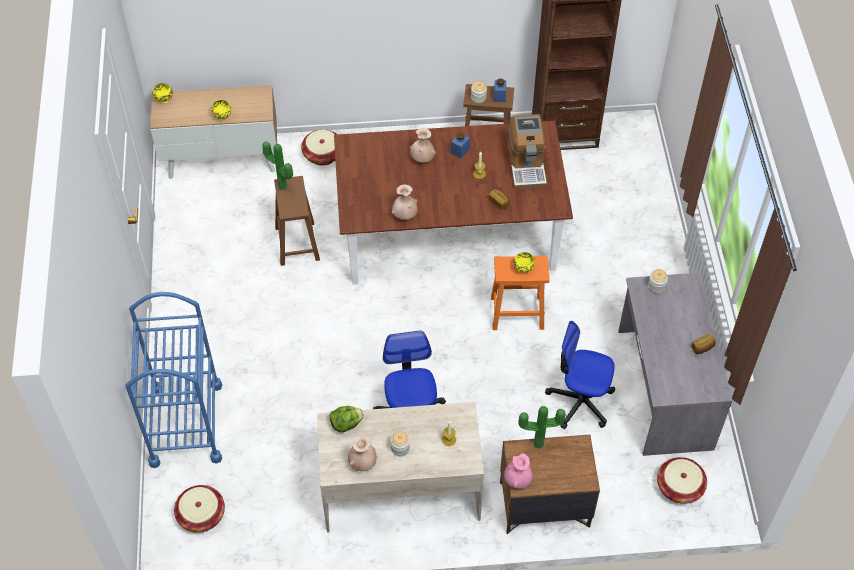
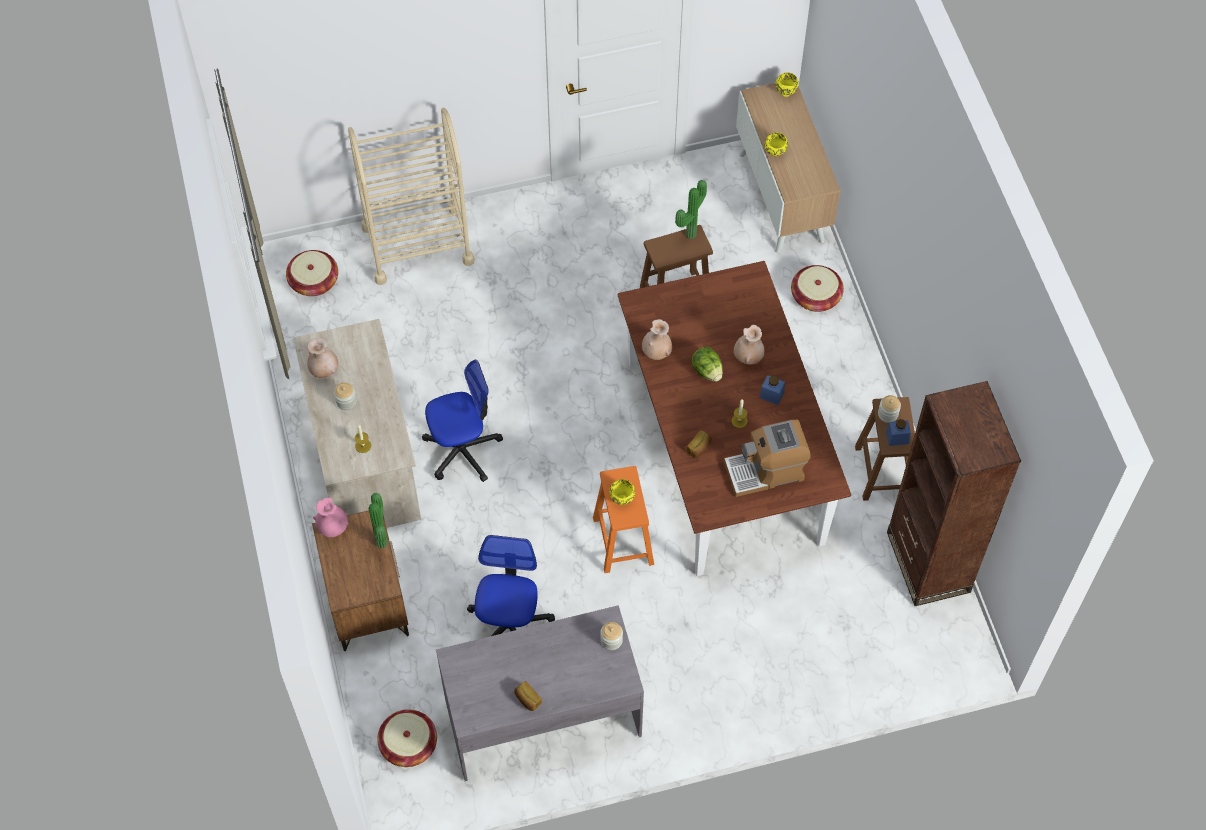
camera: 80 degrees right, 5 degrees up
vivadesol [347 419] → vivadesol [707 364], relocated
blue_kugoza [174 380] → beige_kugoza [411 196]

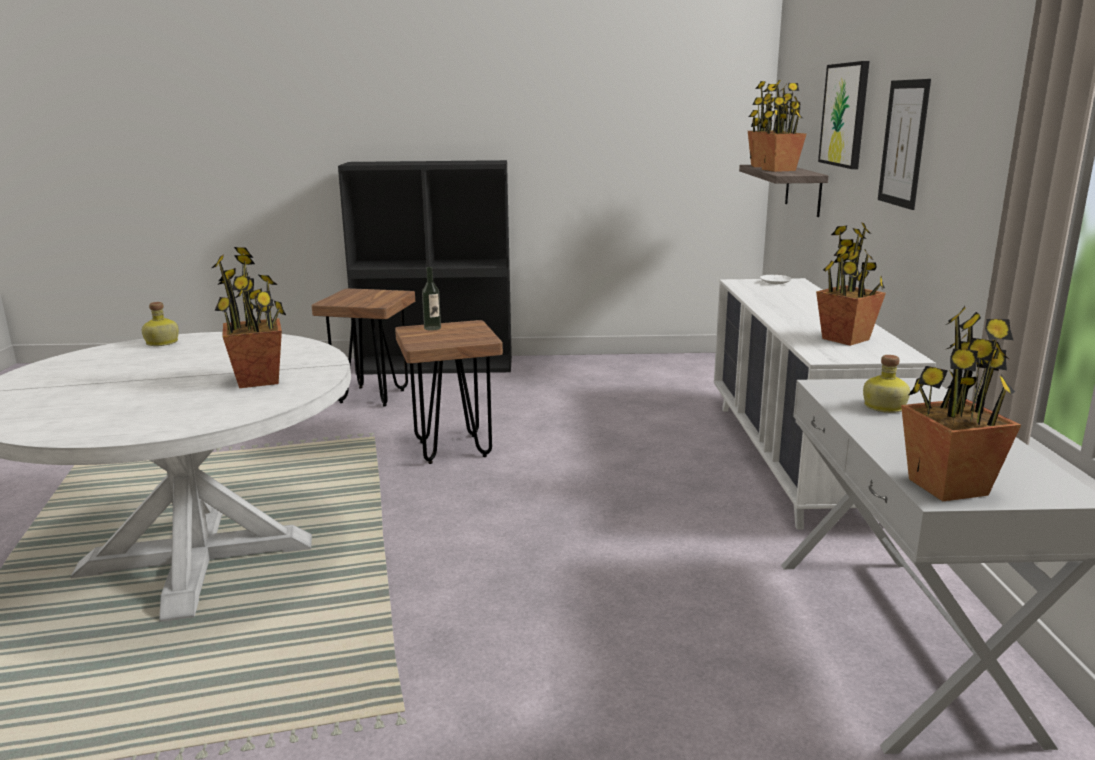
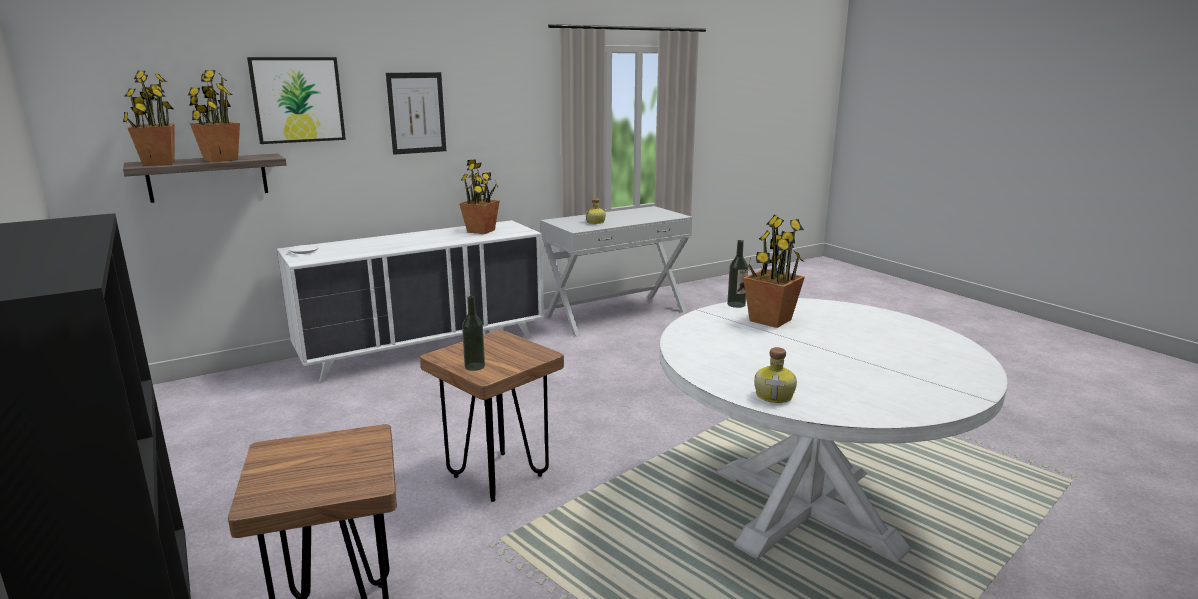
camera: 120 degrees left, 0 degrees up
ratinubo [961 403] → -
- → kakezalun [737 274]

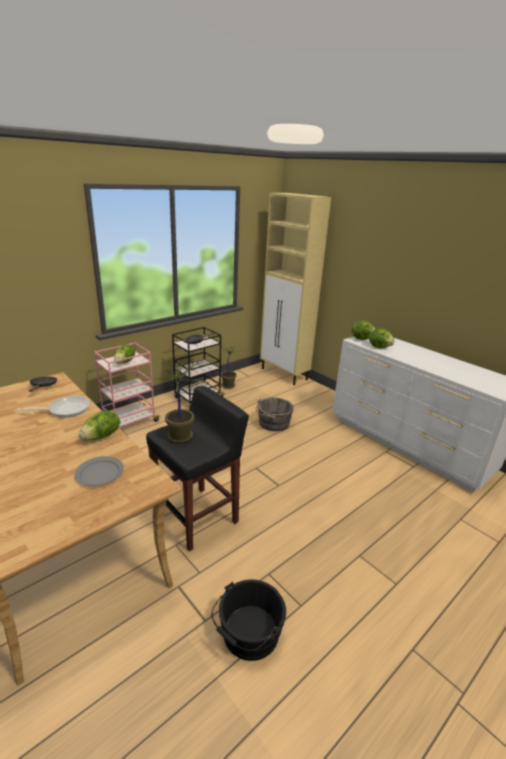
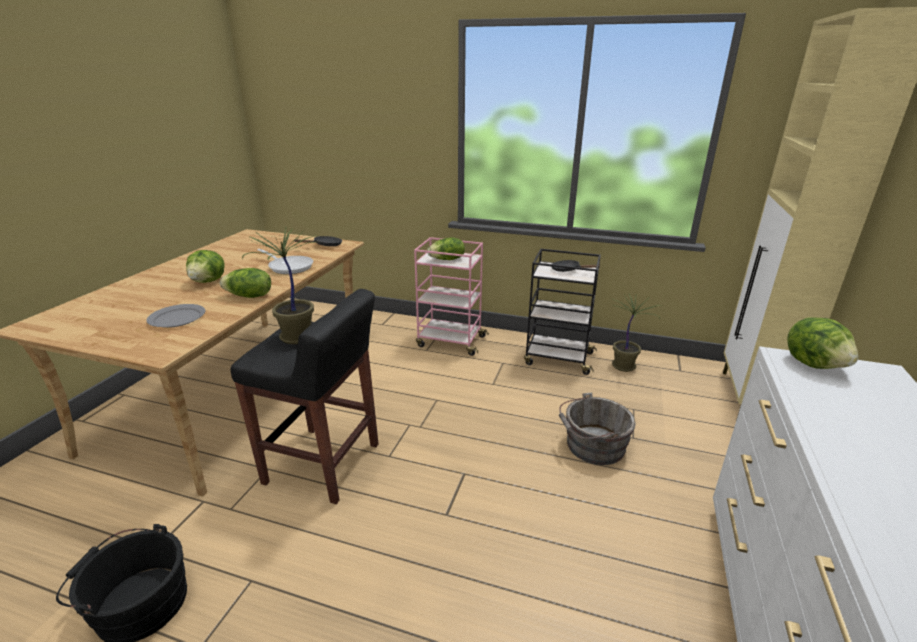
camera: 60 degrees right, 0 degrees up
vivadesol [382 338] → vivadesol [205 266], relocated

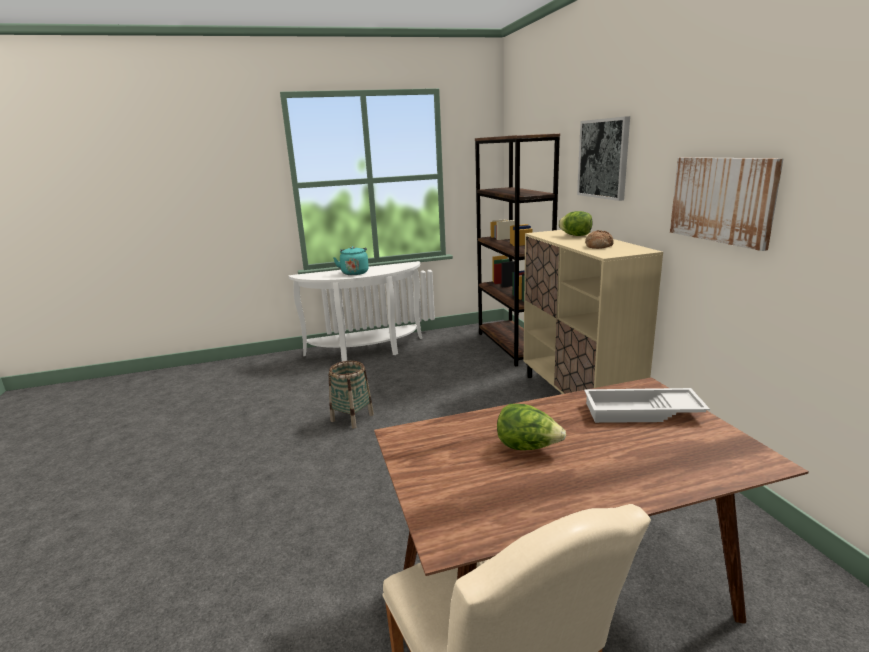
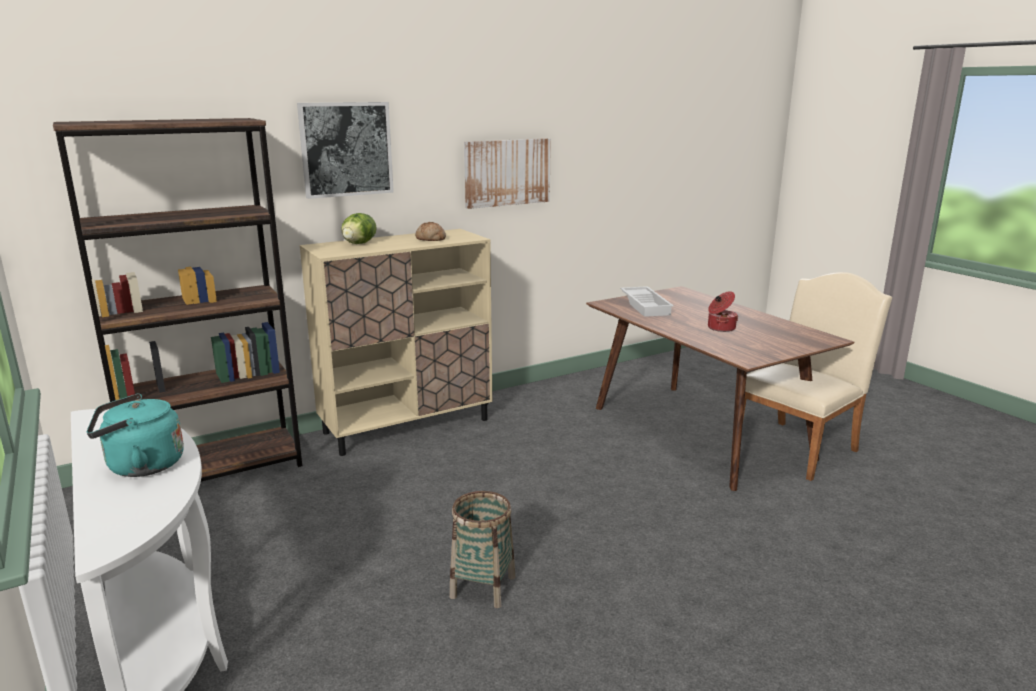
camera: 105 degrees left, 0 degrees up
vivadesol [531 427] → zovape [723 311]

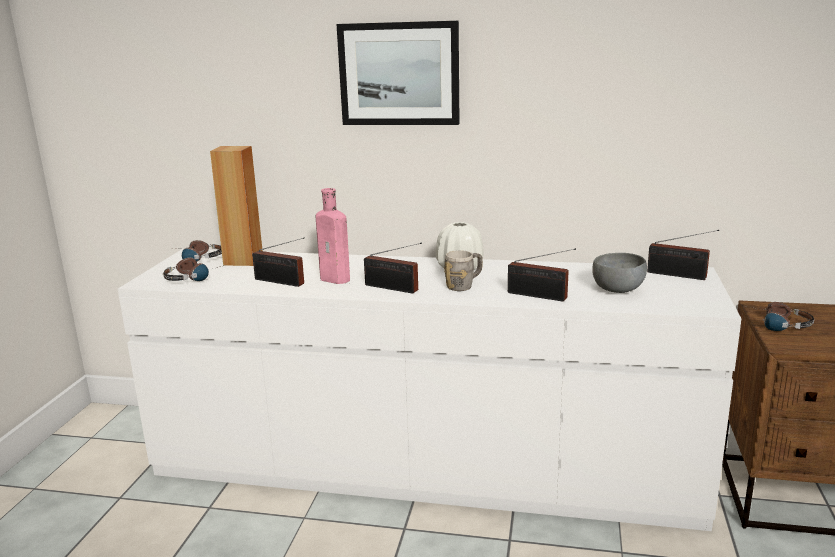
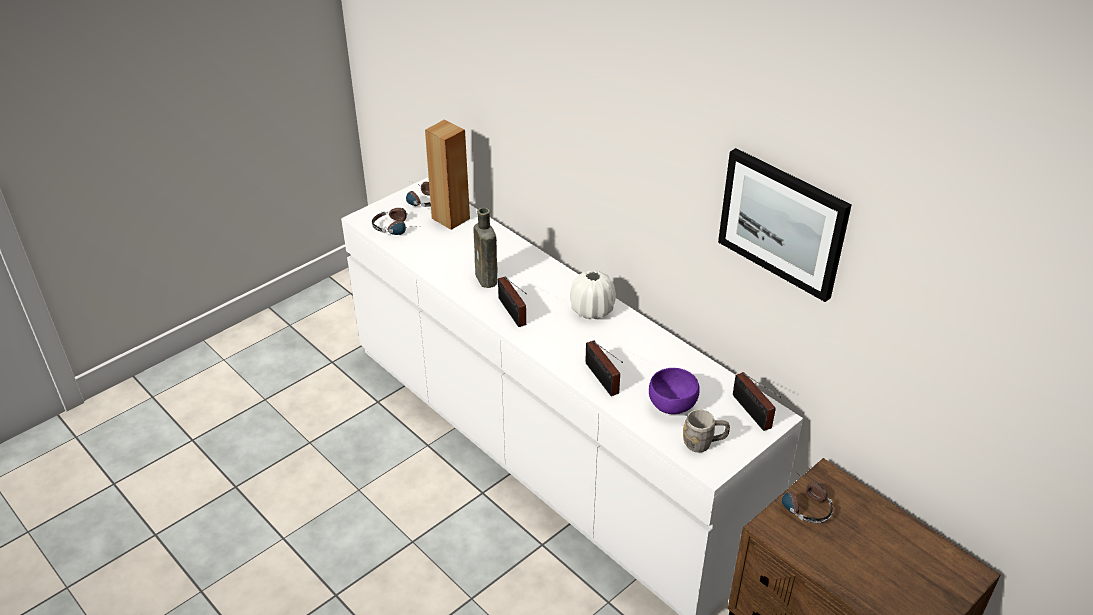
camera: 35 degrees right, 20 degrees up
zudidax [278 262] → -
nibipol [398 73] → nibipol [785 225], relocated
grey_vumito [463 270] → grey_vumito [706 431], relocated
pink_kakezalun [332 236] → brown_kakezalun [485 247]
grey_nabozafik [619 273] → purple_nabozafik [674 391]

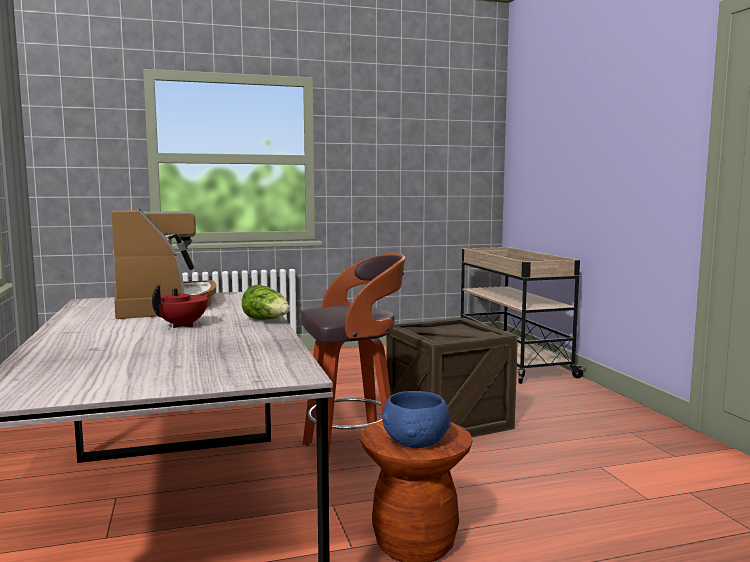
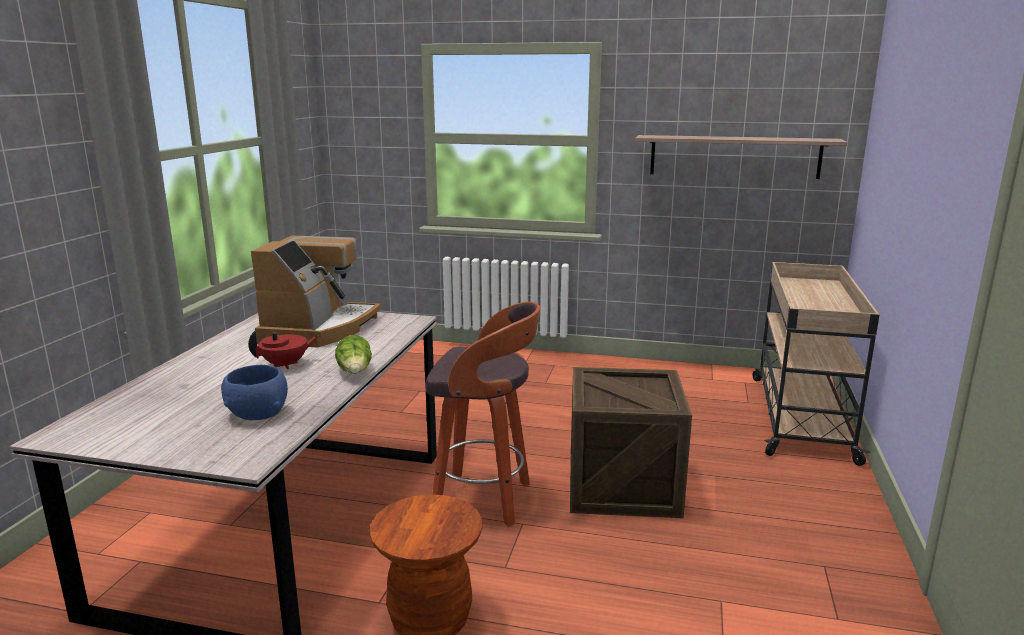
camera: 30 degrees right, 10 degrees up
- → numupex [741 157]
blue_nabozafik [416 419] → blue_nabozafik [254 392], relocated

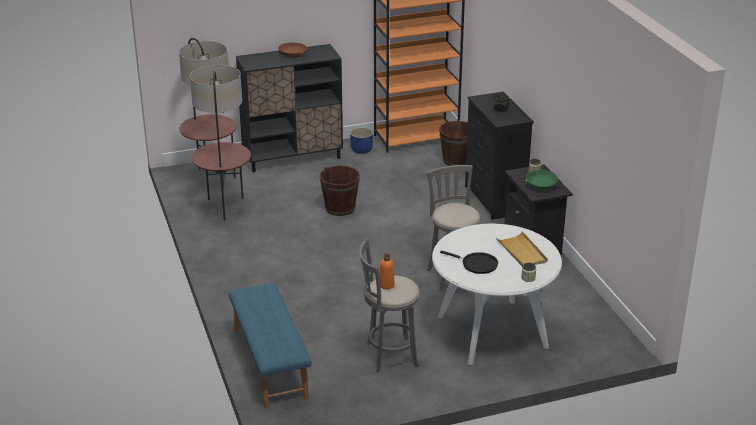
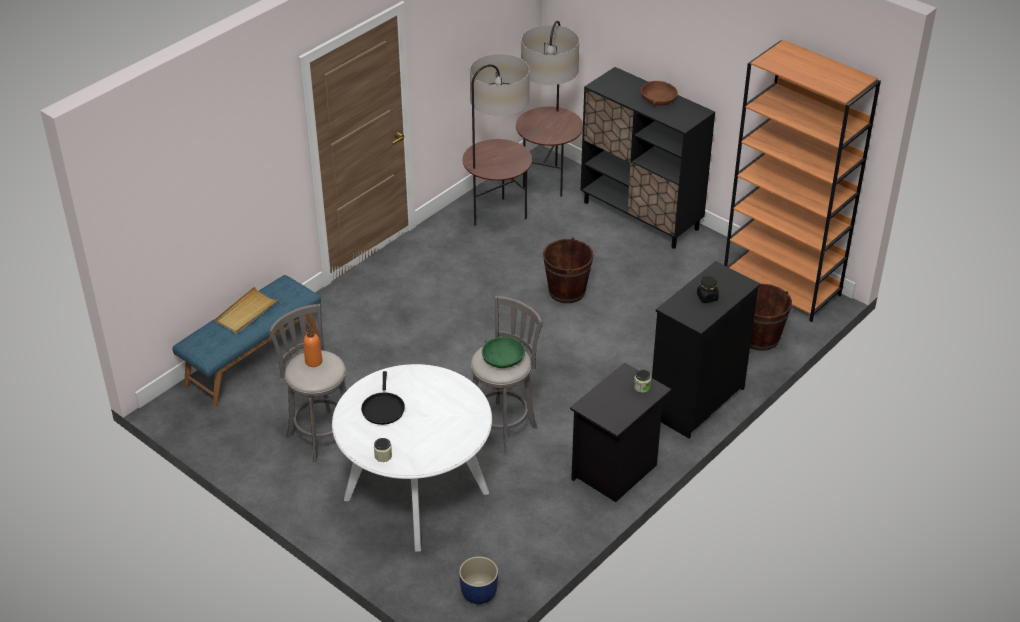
camera: 60 degrees right, 10 degrees up
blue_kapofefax [361 140] → blue_kapofefax [478 580], relocated
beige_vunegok [522 249] → beige_vunegok [246 310], relocated
green_nabozafik [541 180] → green_nabozafik [503 352], relocated

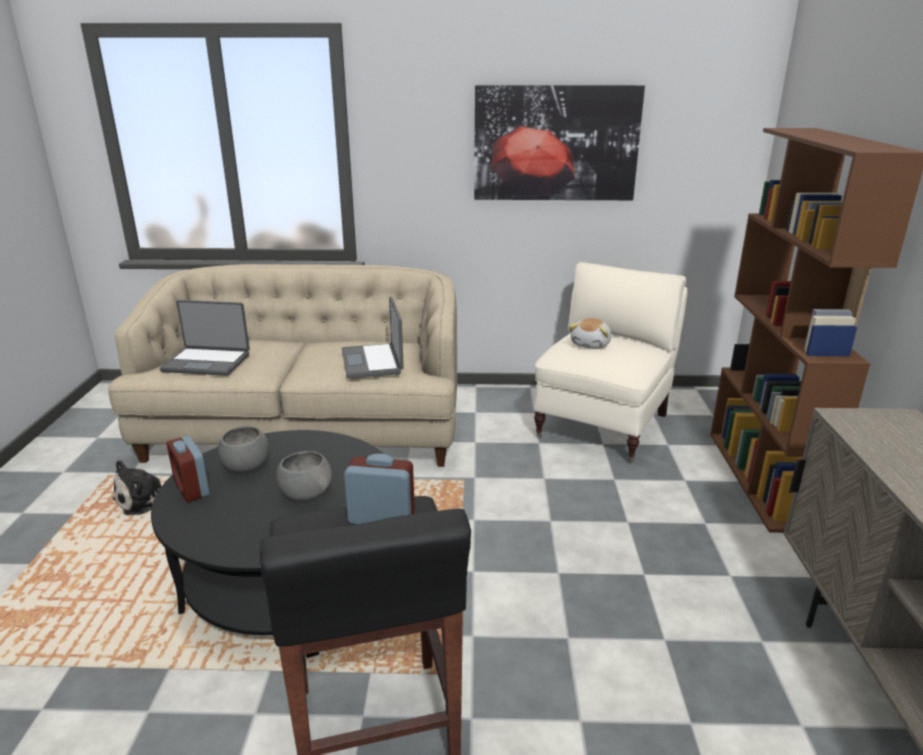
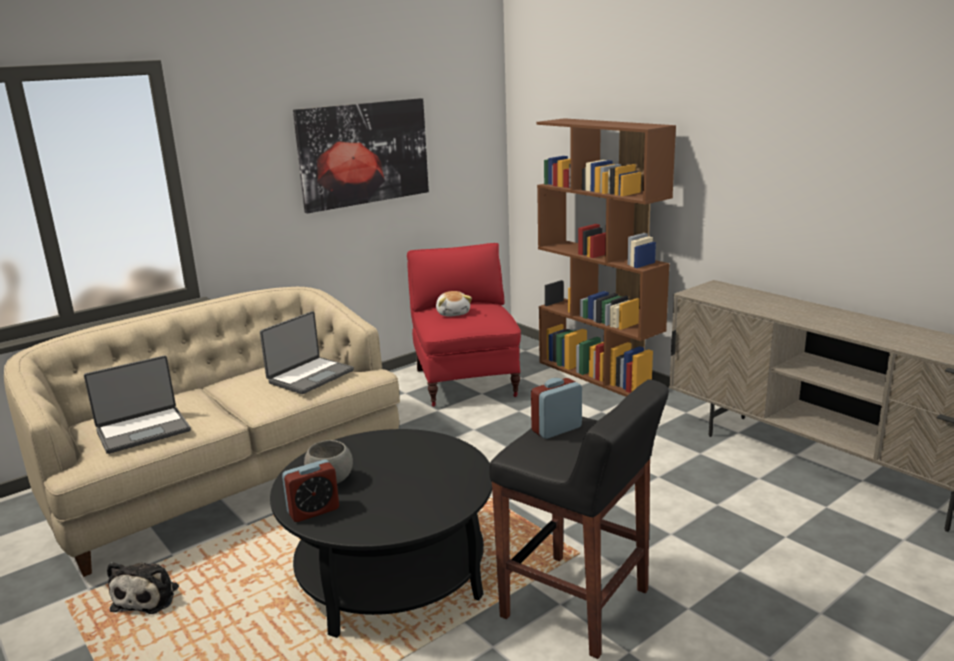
camera: 40 degrees left, 5 degrees down
grey_nabozafik [304 476] → -
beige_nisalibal [611 362] → red_nisalibal [464 325]
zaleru [188 469] → zaleru [310 491], 45 degrees counterclockwise
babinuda [373 337] → babinuda [307 352], 90 degrees counterclockwise

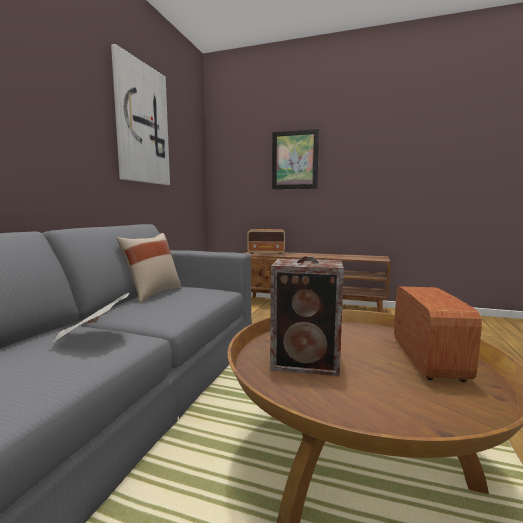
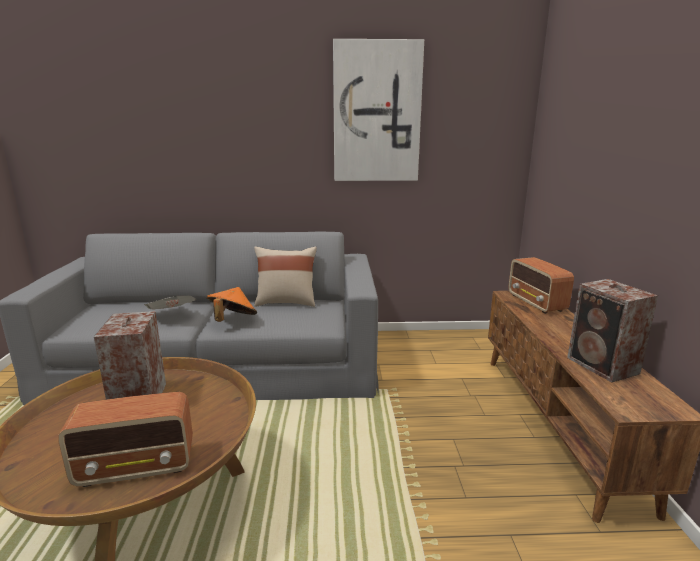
camera: 70 degrees right, 10 degrees up
nibipol [295 159] → -
- → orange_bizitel [232 304]
- → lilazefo [612 330]

